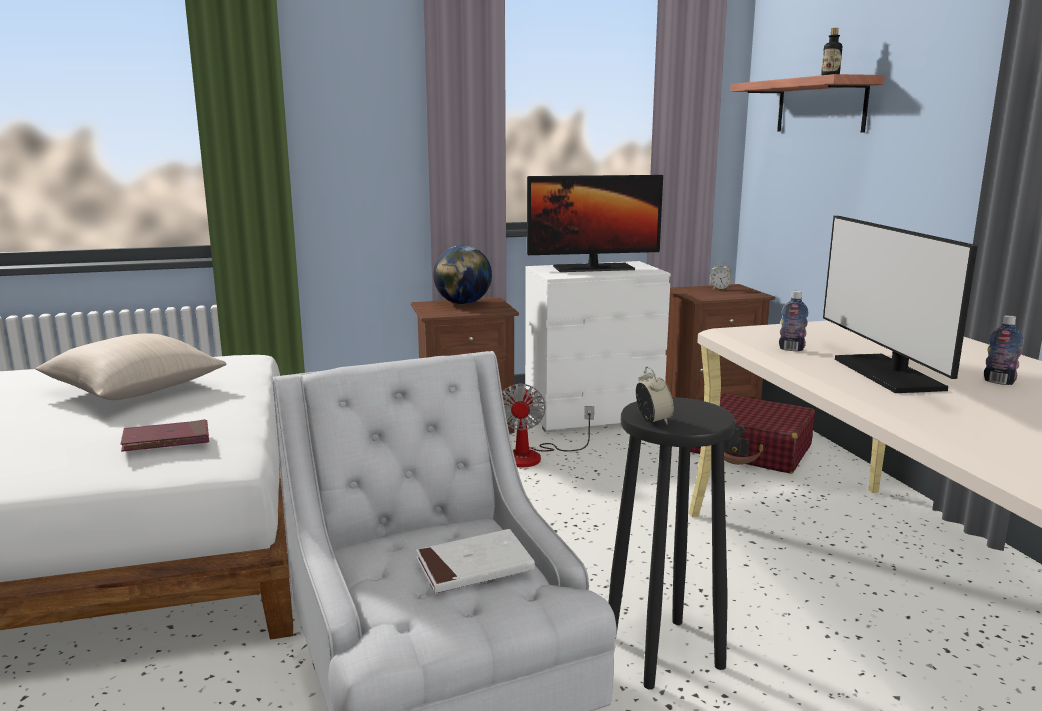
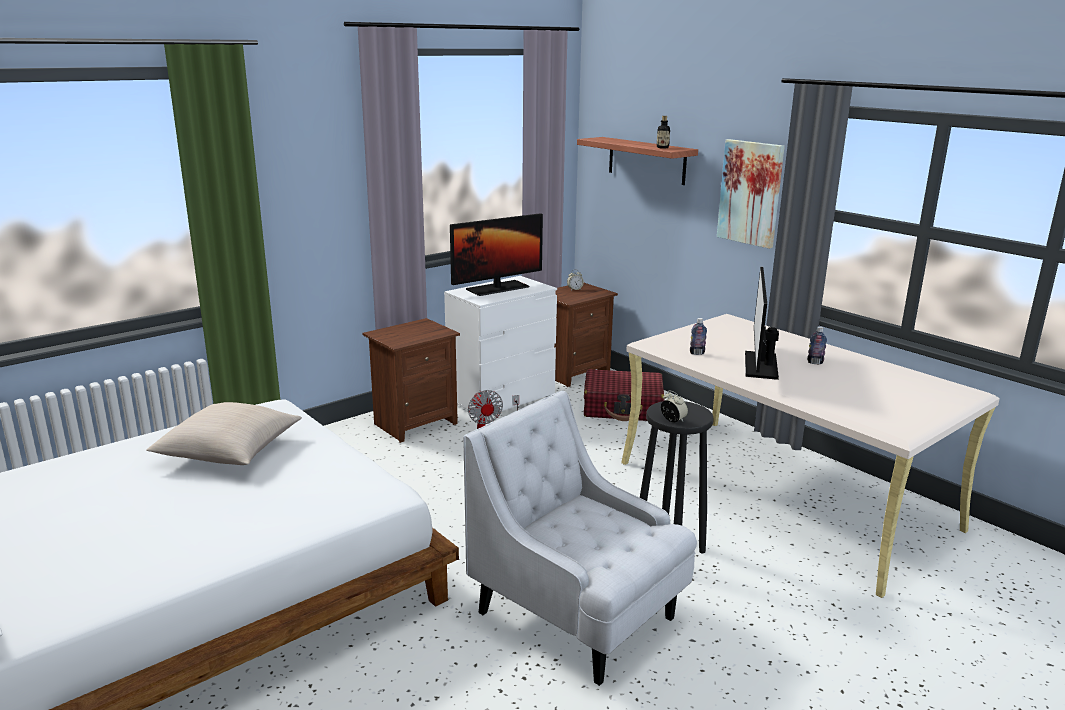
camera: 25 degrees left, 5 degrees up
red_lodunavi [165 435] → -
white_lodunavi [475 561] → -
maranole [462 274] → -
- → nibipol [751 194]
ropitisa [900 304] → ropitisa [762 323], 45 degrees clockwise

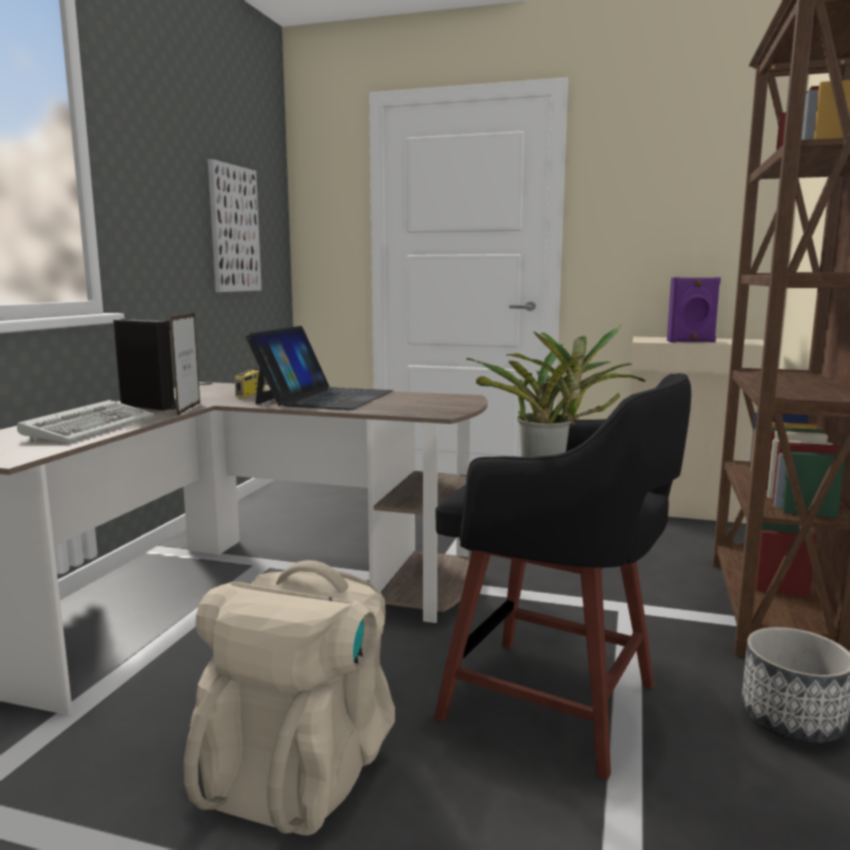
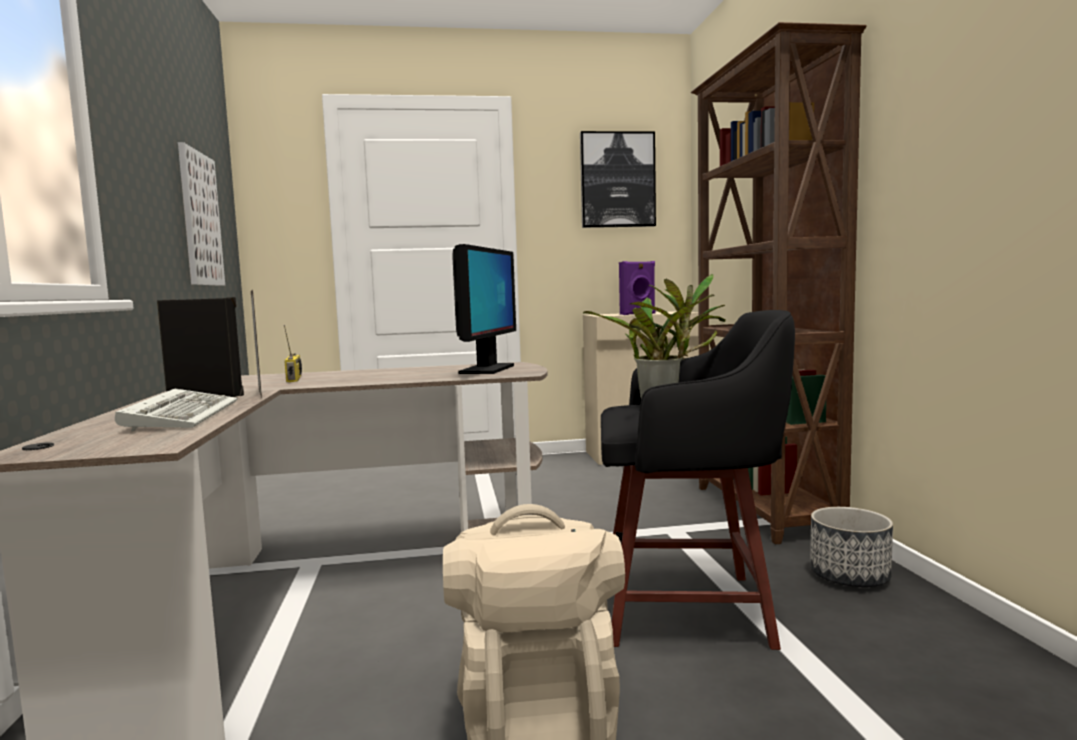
camera: 25 degrees left, 5 degrees down
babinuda [319 368] → -
- → ropitisa [484 309]
- → nibipol [618 179]

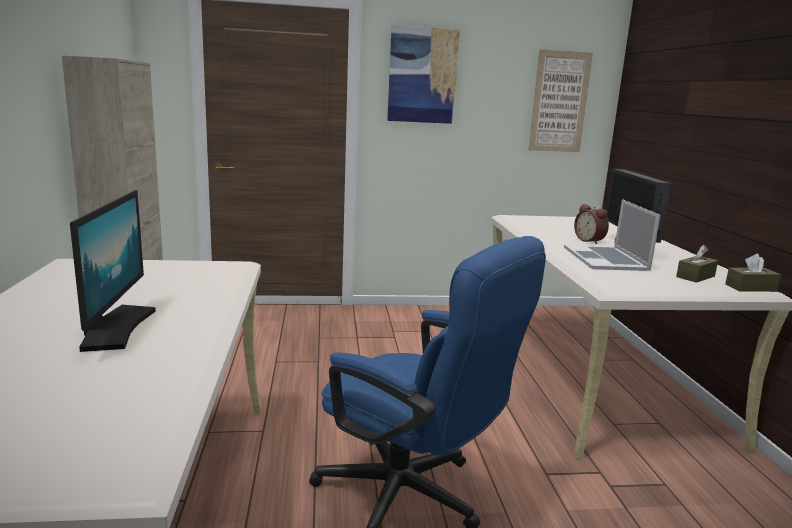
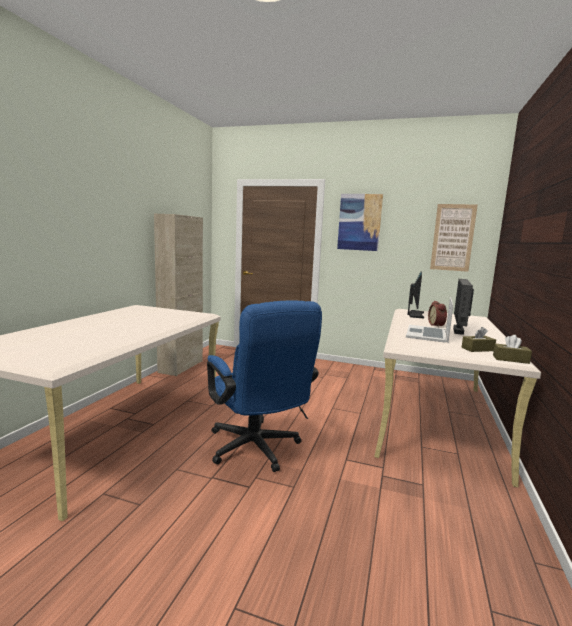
camera: 25 degrees right, 5 degrees down
ropitisa [113 271] → ropitisa [416 295], relocated

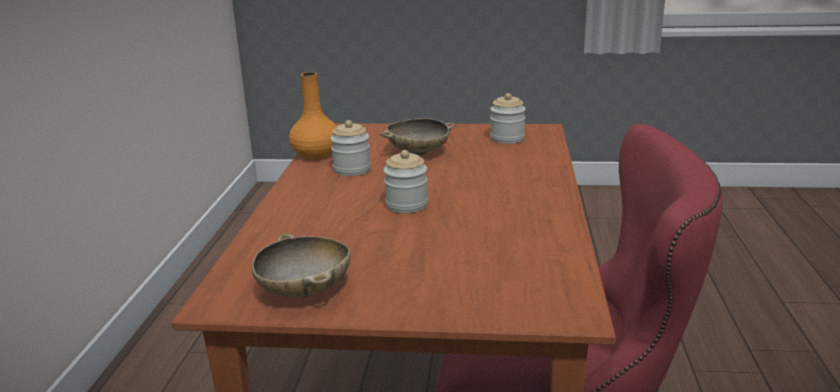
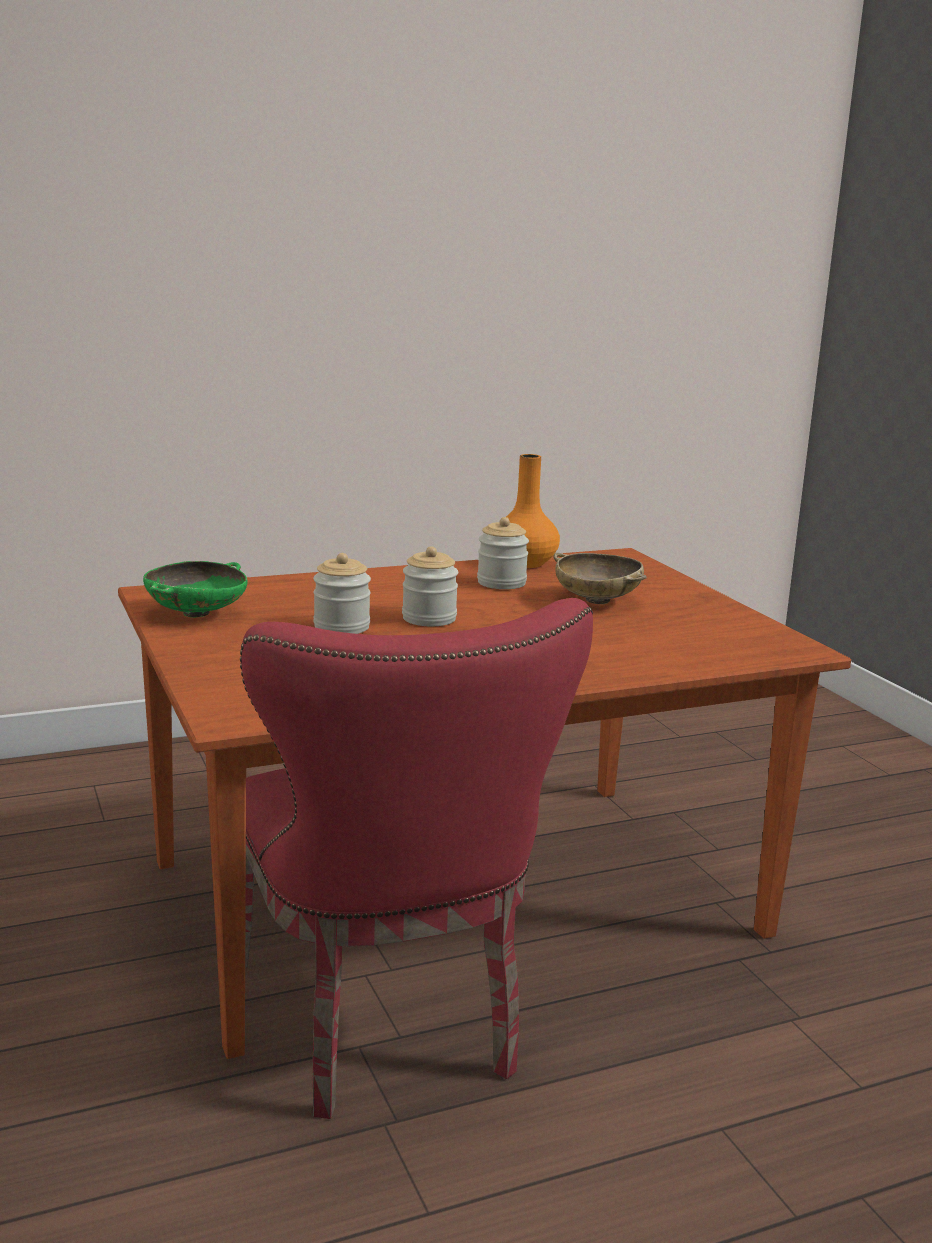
camera: 60 degrees right, 5 degrees down
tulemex [508 118] → tulemex [342 593], relocated
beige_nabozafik [301 266] → green_nabozafik [195 589]

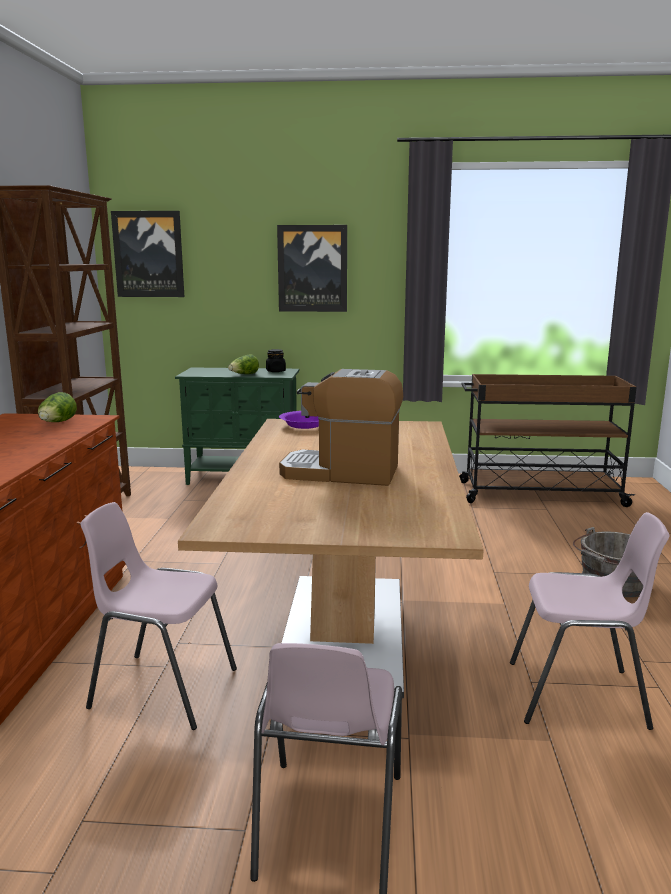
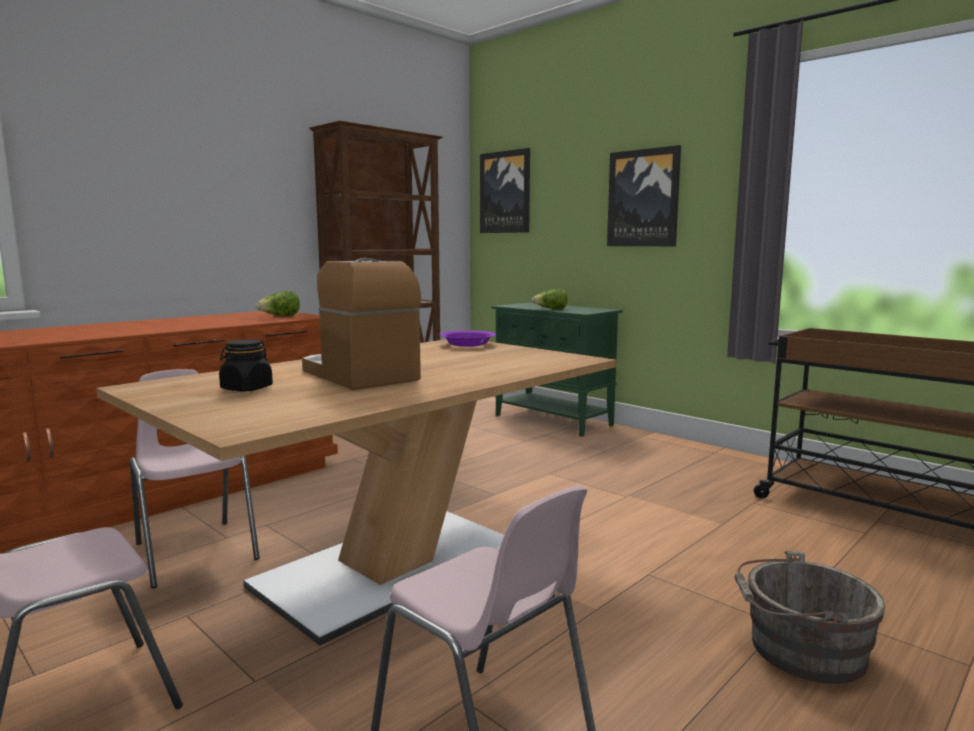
camera: 40 degrees right, 5 degrees down
black_tulemex [276 360] → black_tulemex [246 365], relocated

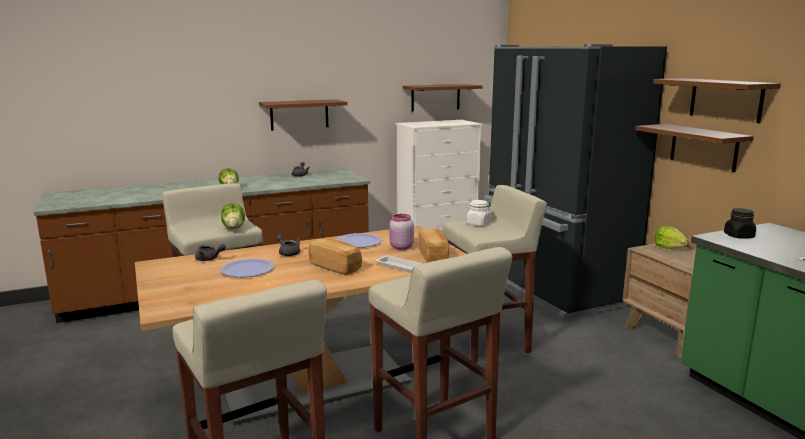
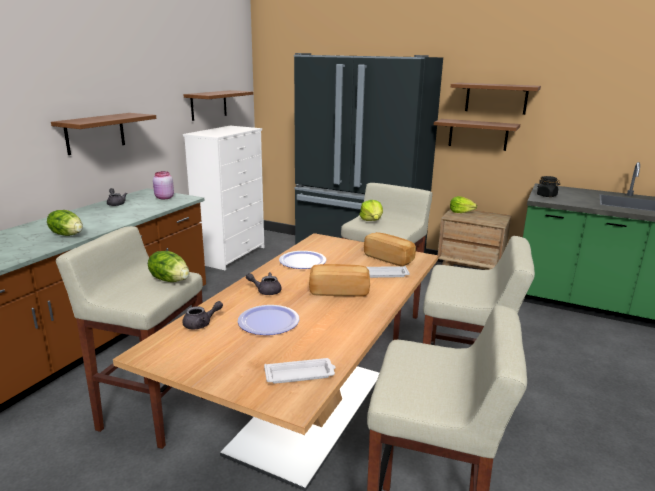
camera: 40 degrees left, 5 degrees up
- → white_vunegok [300 371]
pink_tulemex [401 232] → pink_tulemex [163 185], relocated
white_tulemex [478 213] → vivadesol [371 210]

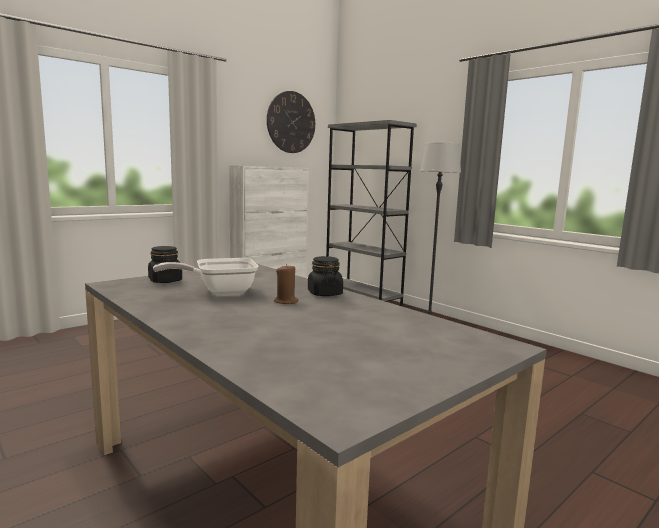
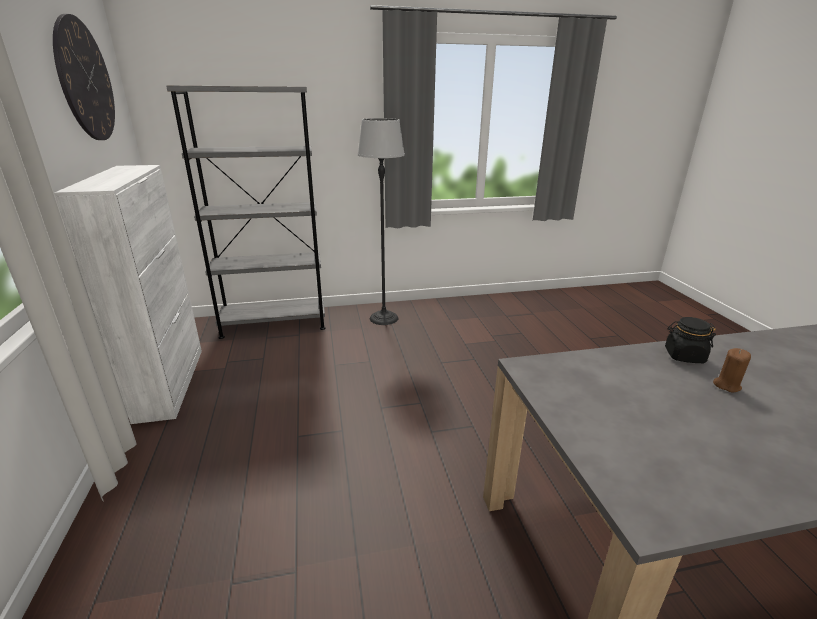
camera: 60 degrees left, 15 degrees up
black_tulemex [165 264] → -
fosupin [205 276] → -

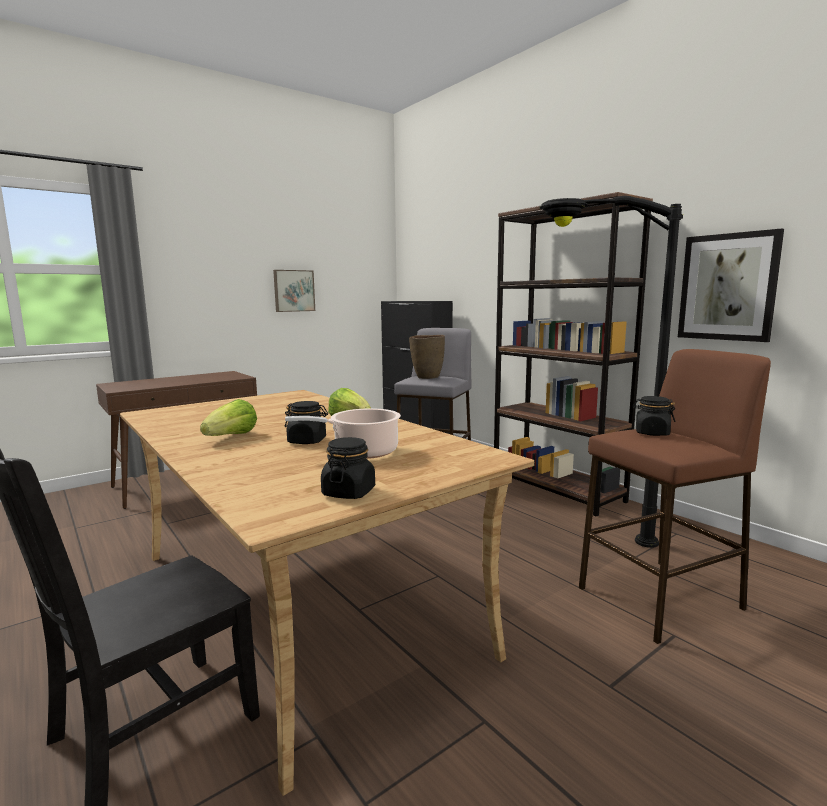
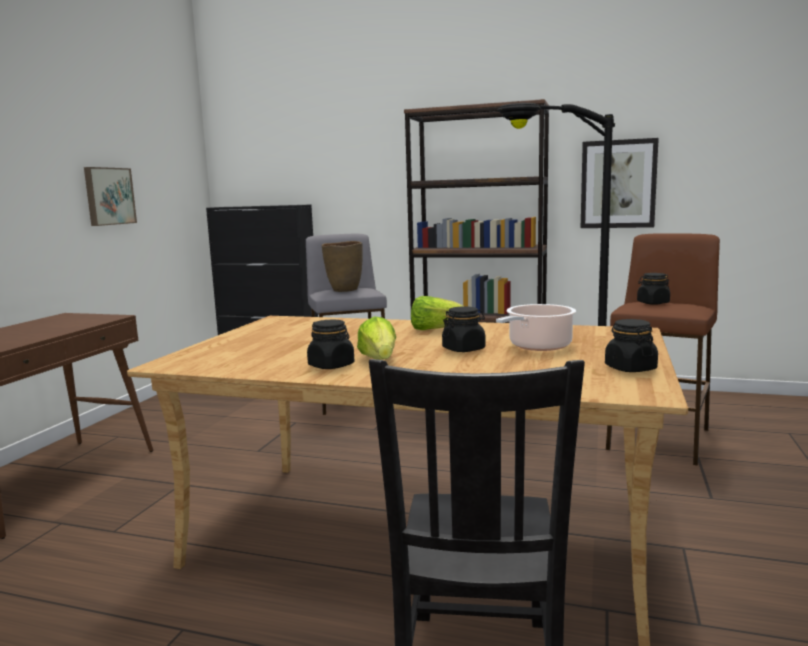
camera: 35 degrees left, 0 degrees up
- → black_tulemex [330 344]

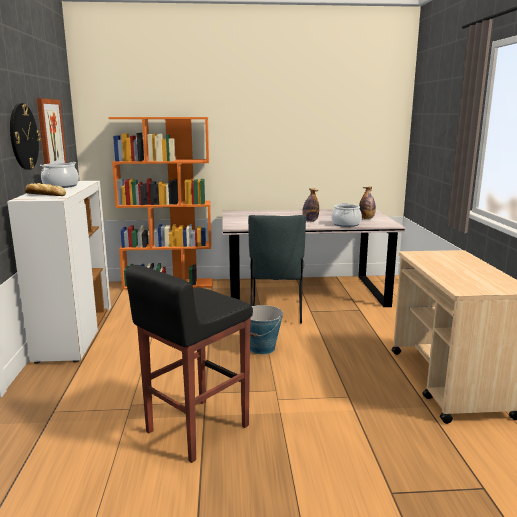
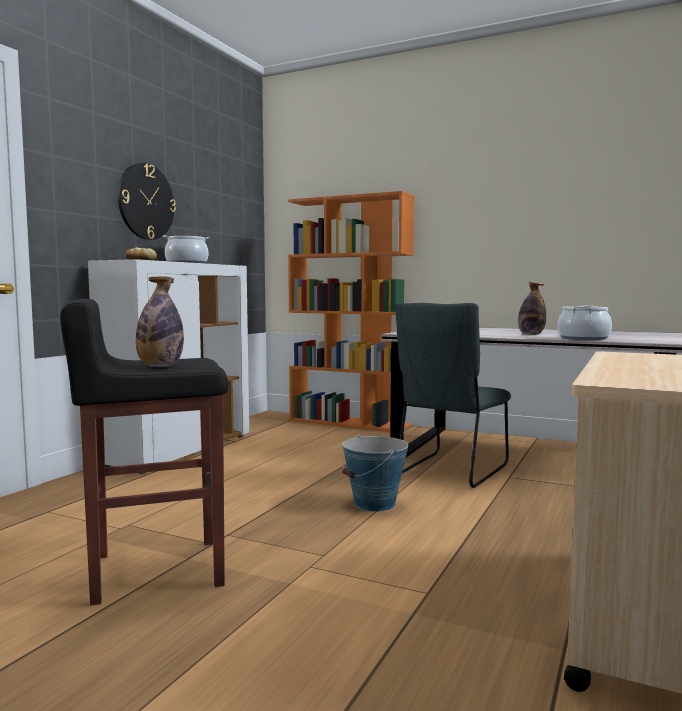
camera: 30 degrees right, 10 degrees down
nibipol [51 131] → -
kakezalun [367 203] → kakezalun [160 321], relocated

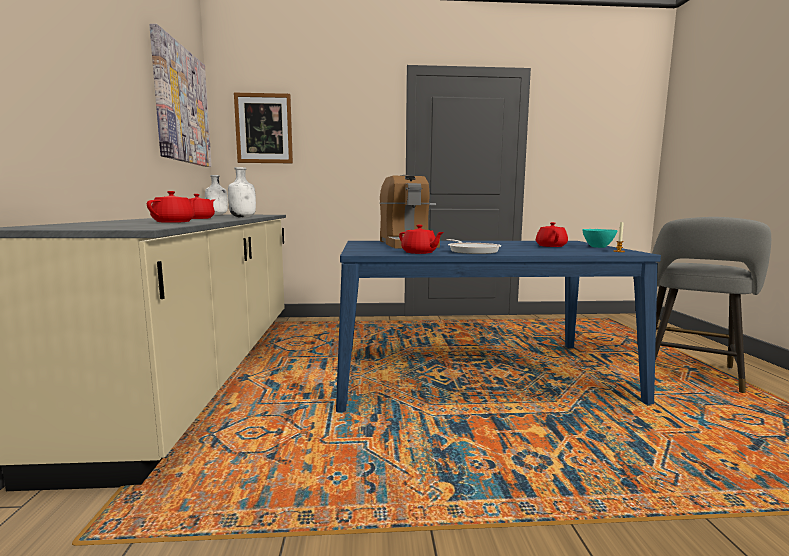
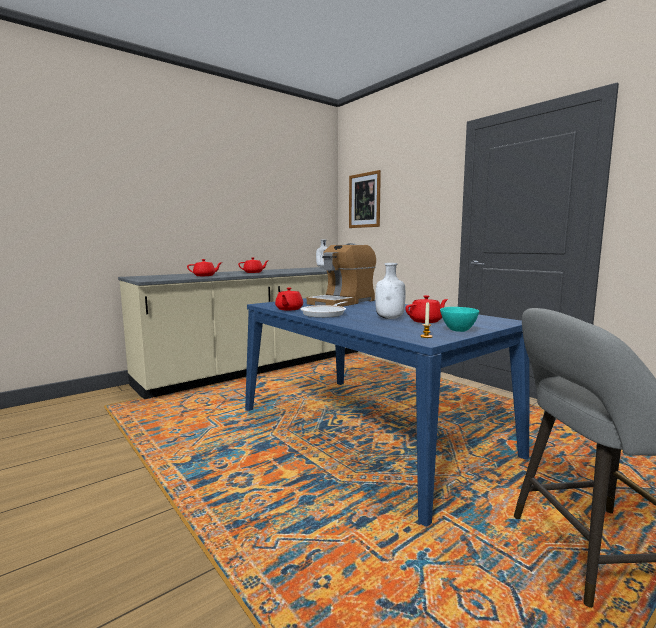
camera: 55 degrees right, 0 degrees up
nibipol [180 95] → -
white_kakezalun [242 192] → white_kakezalun [390 291], relocated

